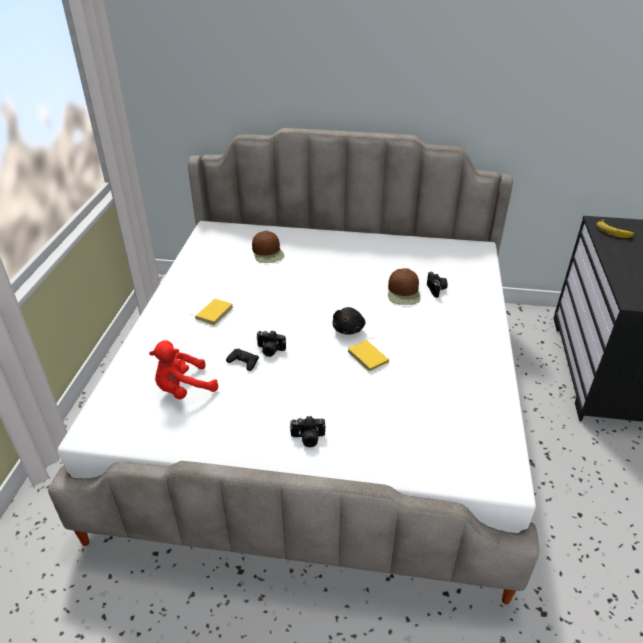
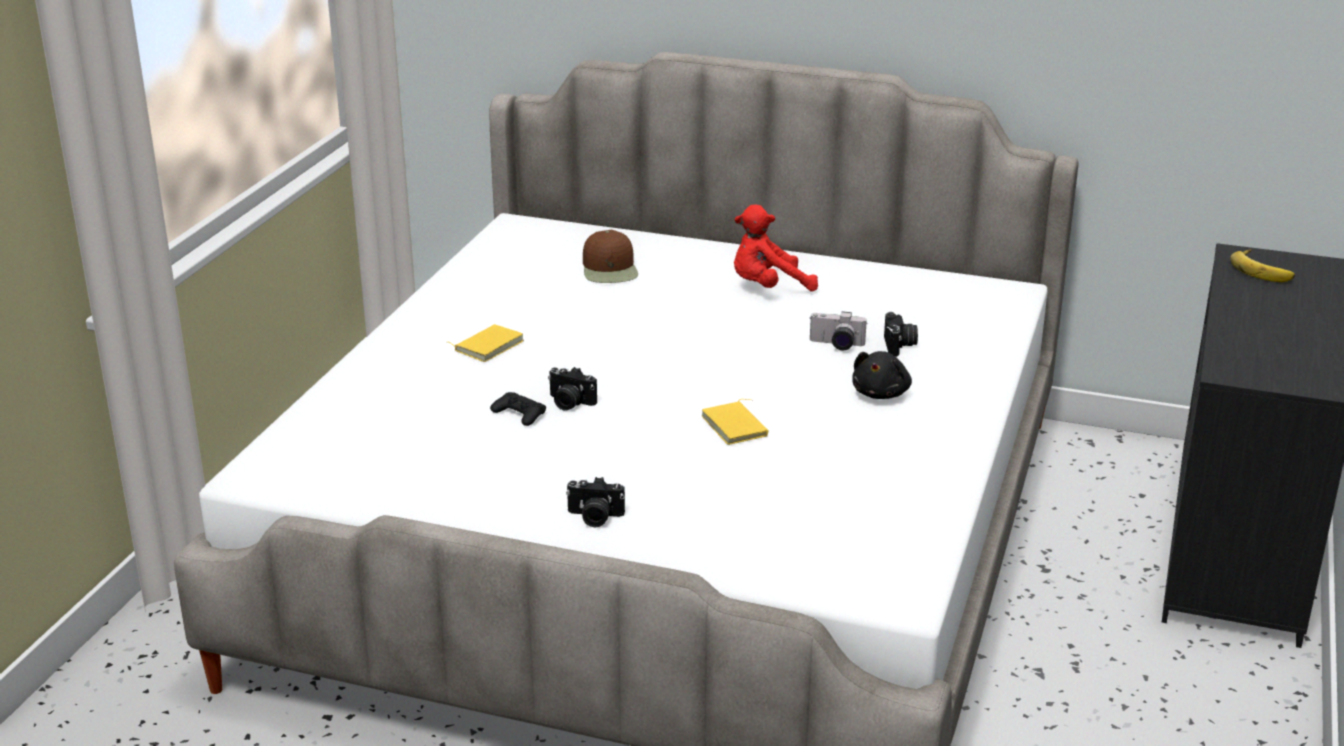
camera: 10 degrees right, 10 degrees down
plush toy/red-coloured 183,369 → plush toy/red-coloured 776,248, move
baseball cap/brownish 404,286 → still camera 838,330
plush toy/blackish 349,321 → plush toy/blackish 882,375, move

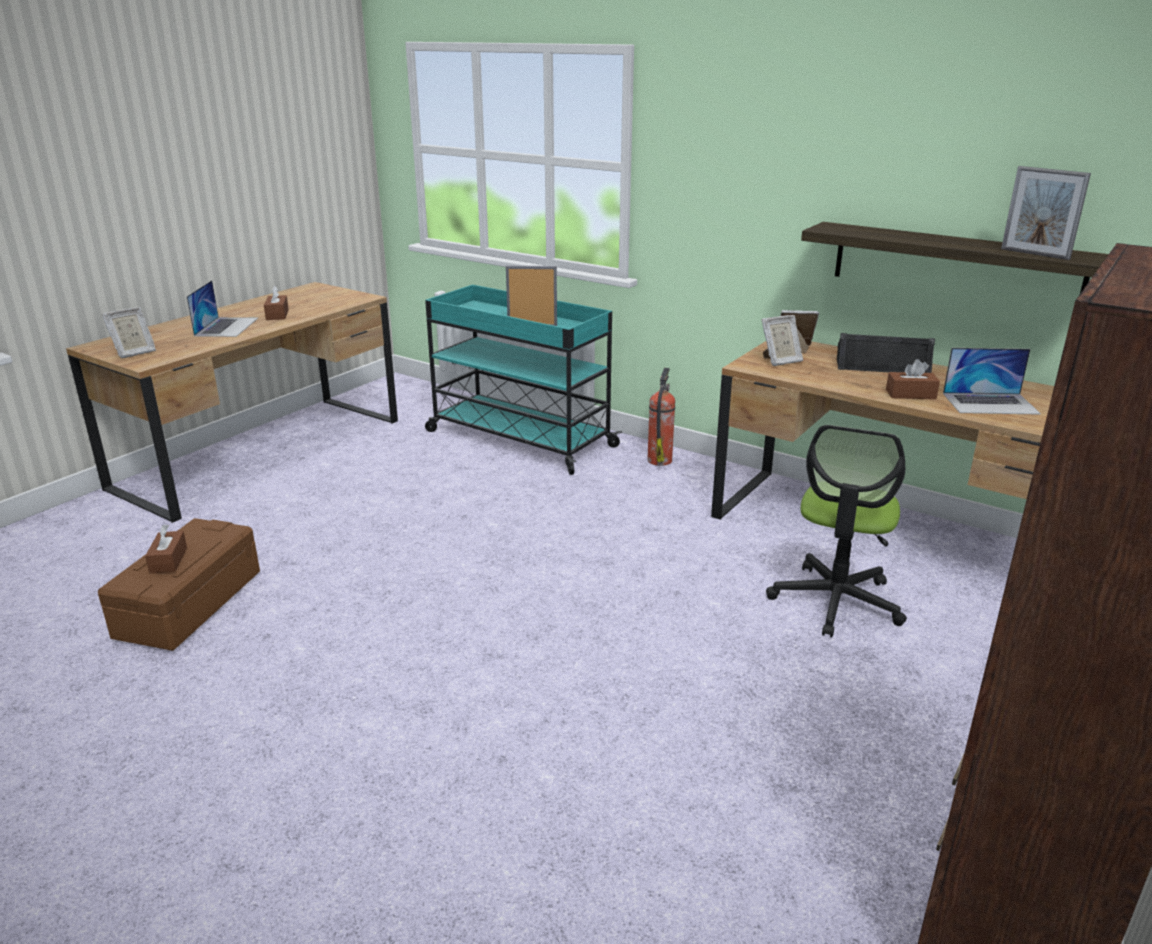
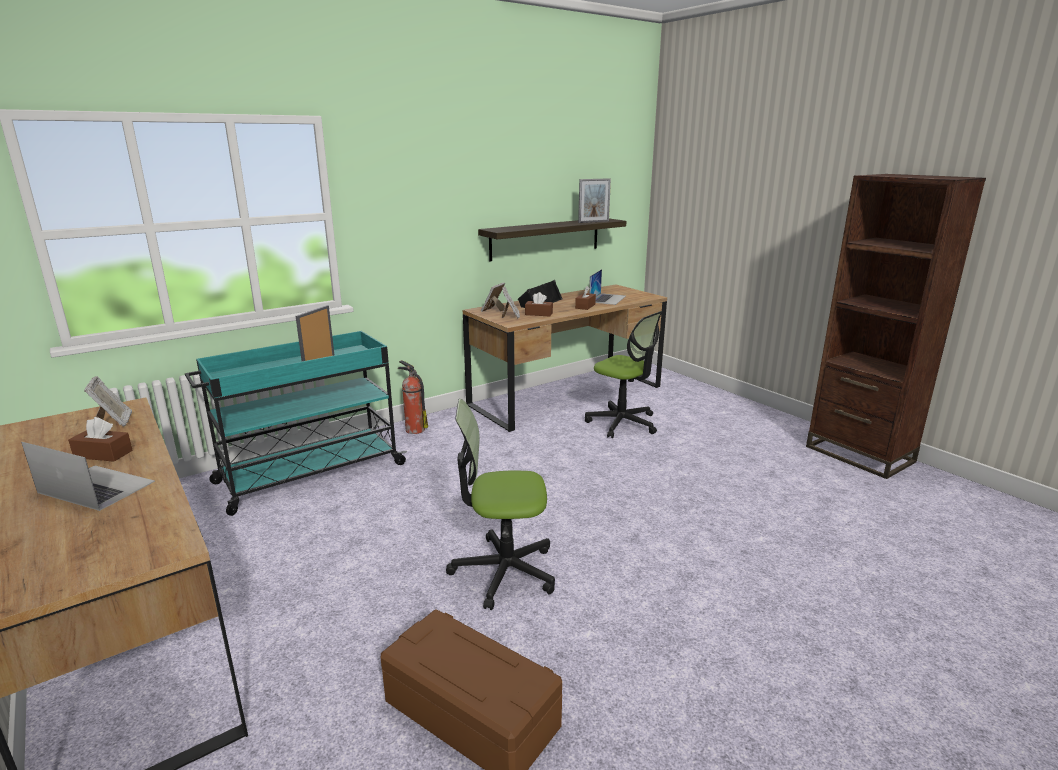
camera: 70 degrees left, 5 degrees down
picture frame 129,332 → picture frame 108,401, move
- → office chair 500,504
tissue holder/brownish 166,548 → tissue holder/brownish 539,304, move

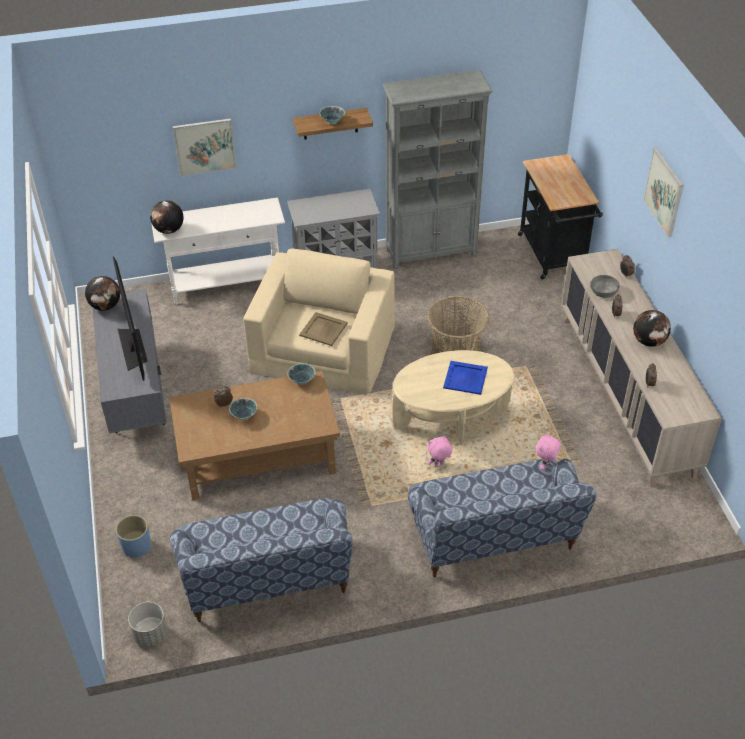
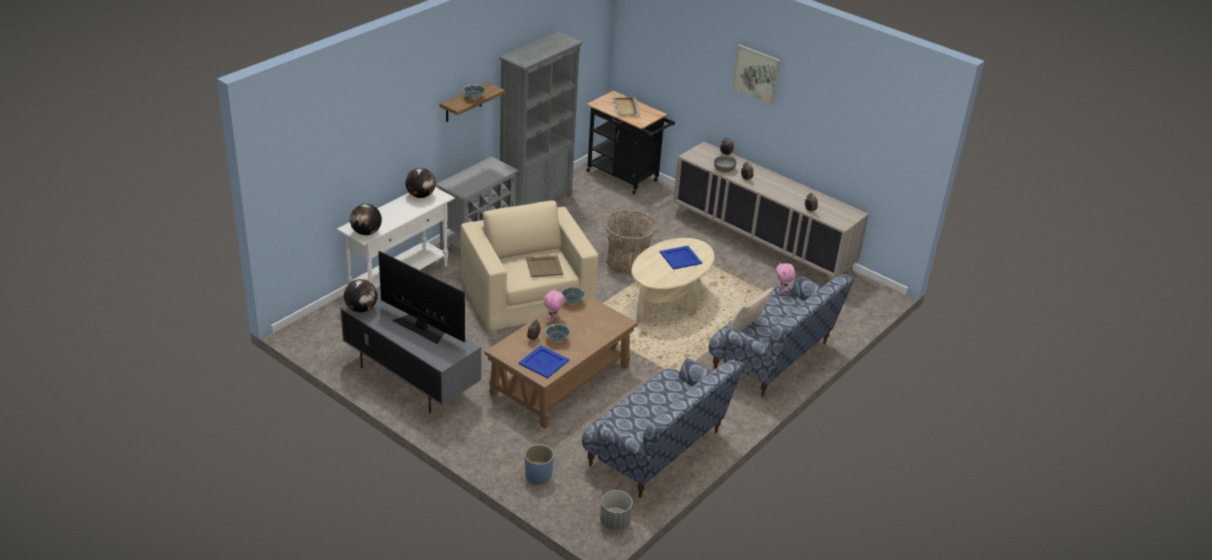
camera: 40 degrees left, 10 degrees down
world globe 652,328 → world globe 420,183, move
- → tray/blue-coloured 544,362
plush toy/pink 440,451 → plush toy/pink 554,304, move
- → tray/beige-coloured 626,106
- → pillow/beige-coloured 751,309
wall picture 205,147 → -

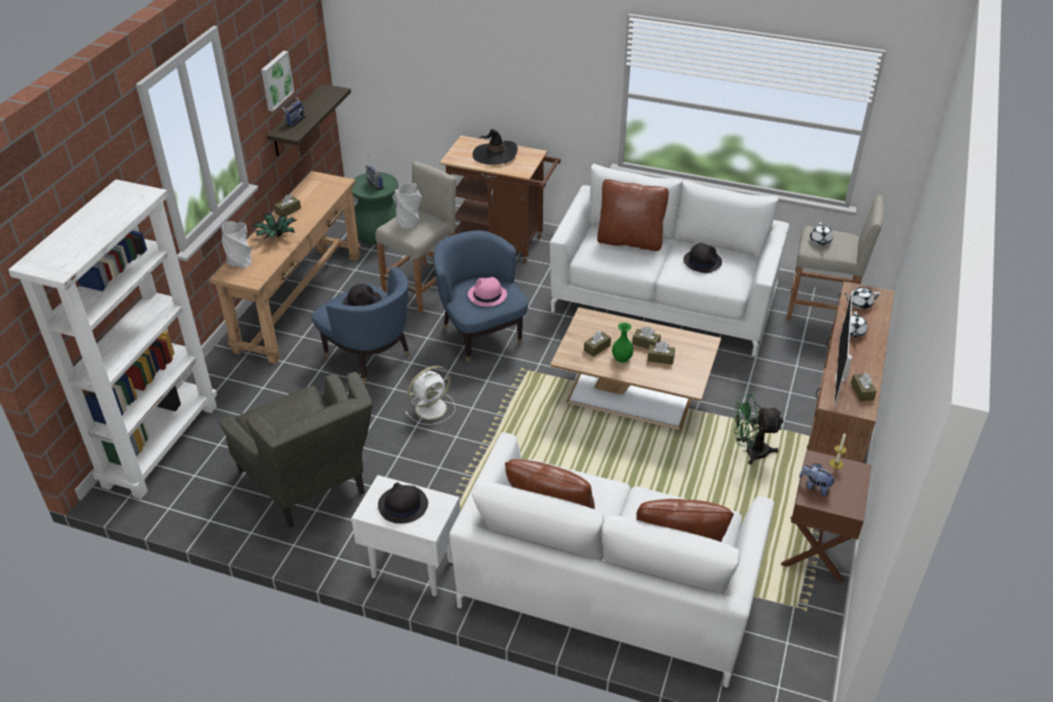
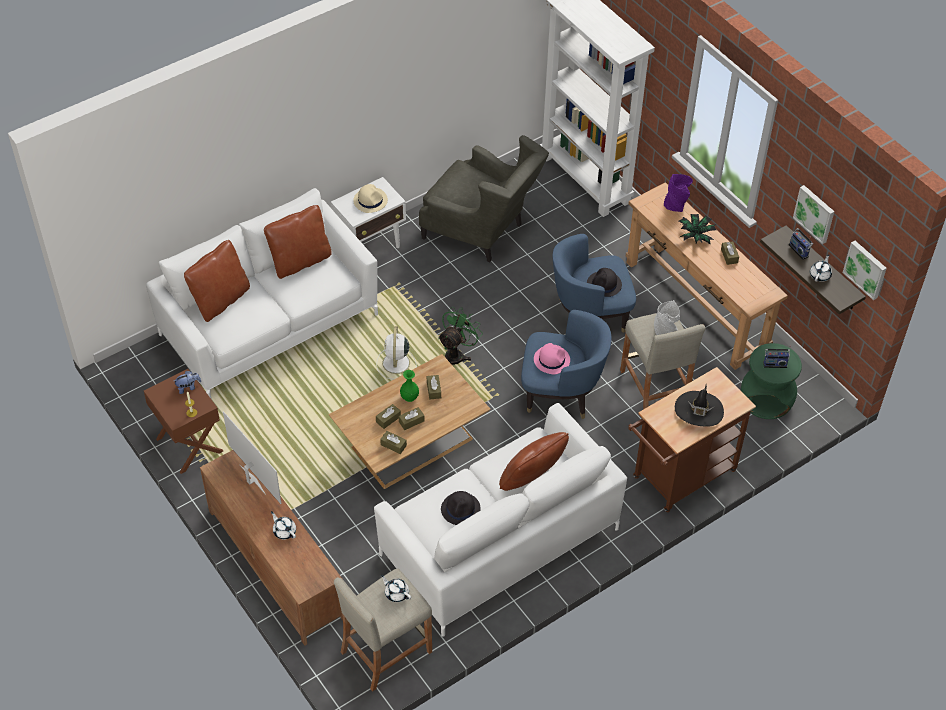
camera: 125 degrees right, 10 degrees up
wearable hat/blackish 403,503 → wearable hat/beige-coloured 370,198
electric fan/whitish 430,395 → electric fan/whitish 397,352, move
tissue holder/brownish 864,386 → tissue holder/brownish 393,442, move
easy chair/grey 296,450 → easy chair/grey 484,198, 150 degrees counterclockwise
electric fan/green-coloured 758,429 → electric fan/green-coloured 460,336, move
decorative vase/grey 236,245 → decorative vase/purple 678,193
pot for tea/whitish 862,298 → pot for tea/whitish 821,268, move
- → wall picture 865,270

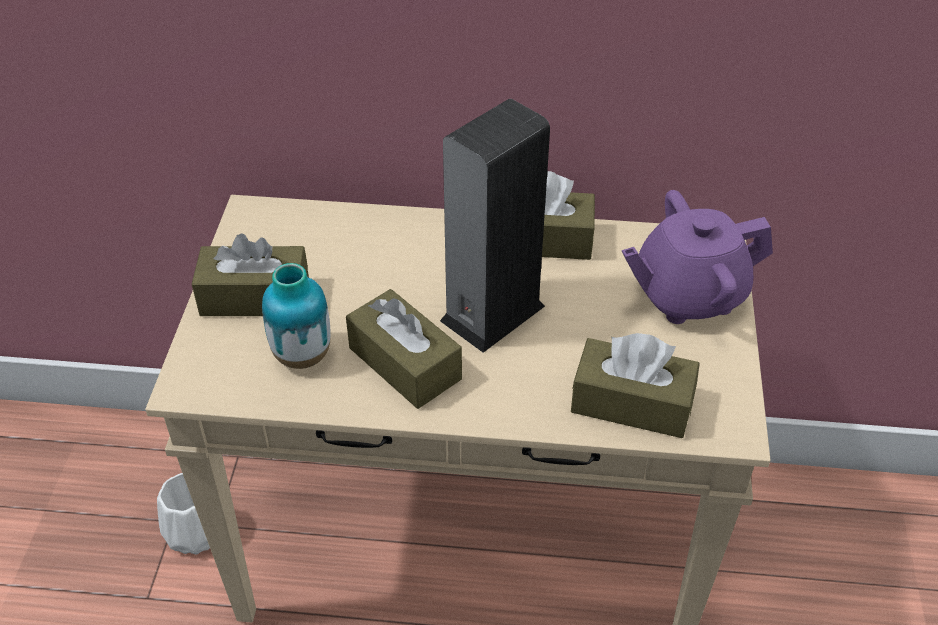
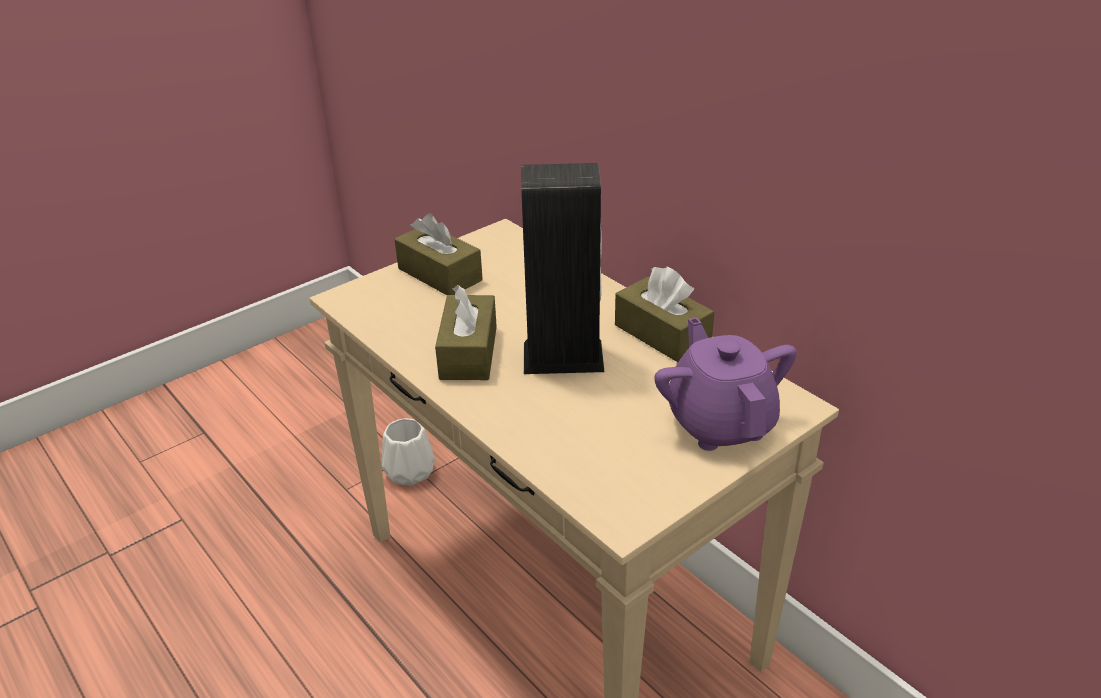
camera: 45 degrees right, 10 degrees down
pot for tea/purple 697,257 → pot for tea/purple 725,384, 45 degrees clockwise
decorative vase 296,316 → -
tissue holder/brownish 635,385 → -

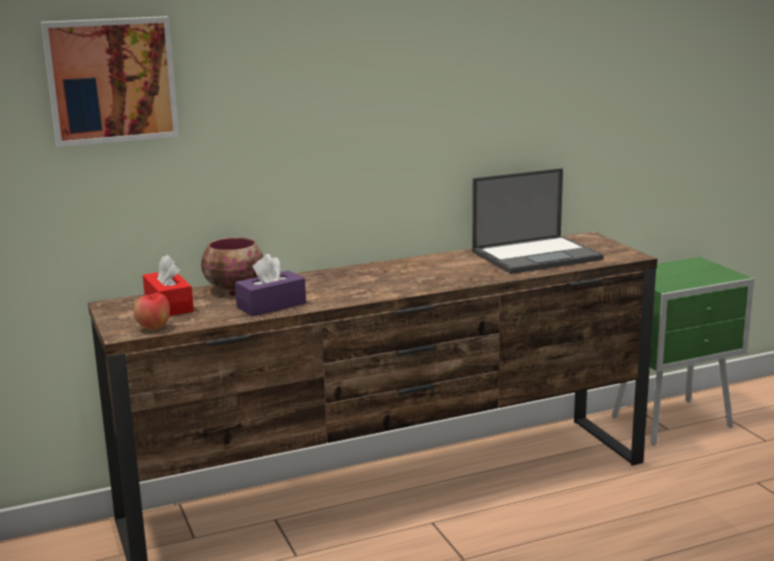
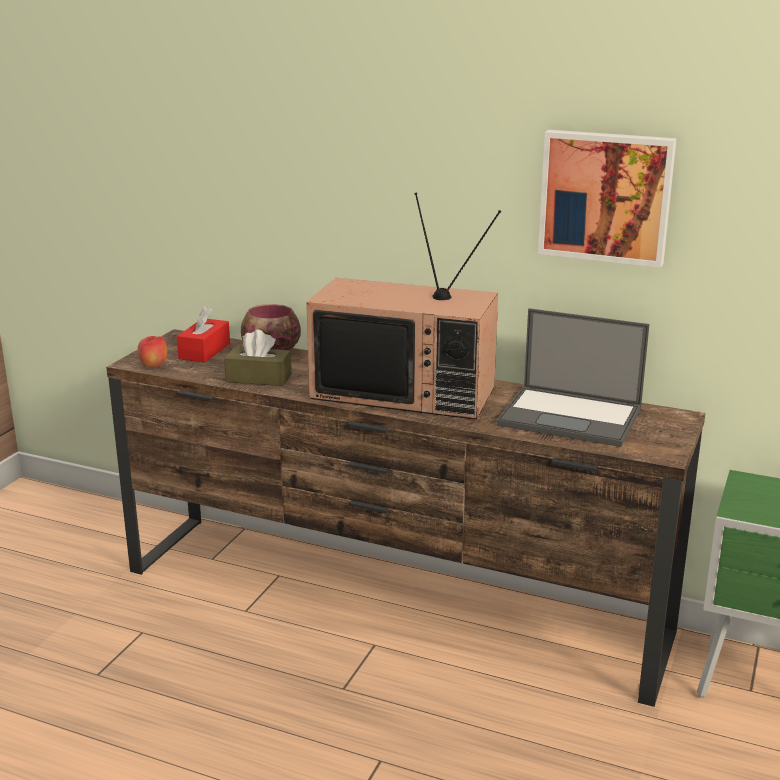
camera: 45 degrees right, 5 degrees up
tissue holder/purple 270,285 → tissue holder/brownish 258,357
- → TV 403,306
wall picture 110,81 → wall picture 607,199, move

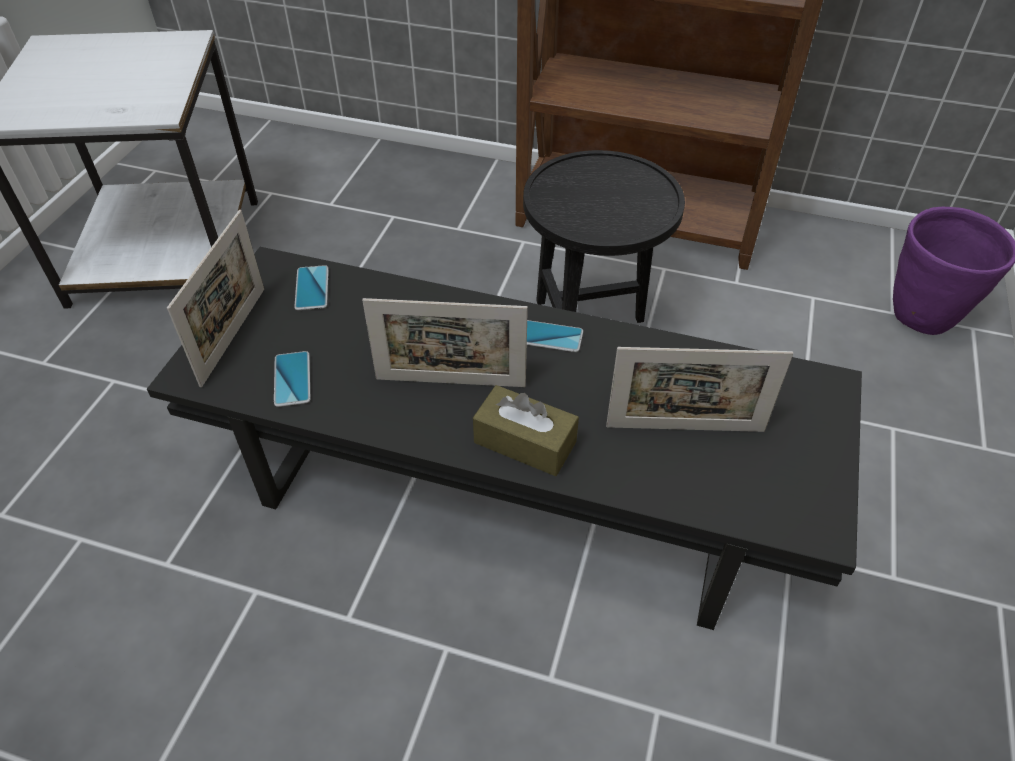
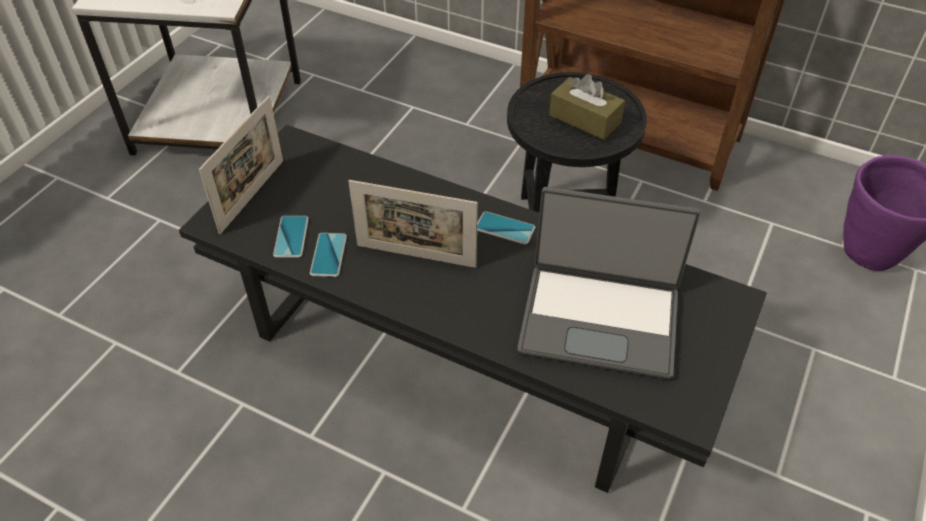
camera: 10 degrees right, 0 degrees up
handset 311,287 → handset 328,255, move
picture frame 700,389 → notebook computer 608,283
tissue holder/brownish 526,430 → tissue holder/brownish 587,107, move

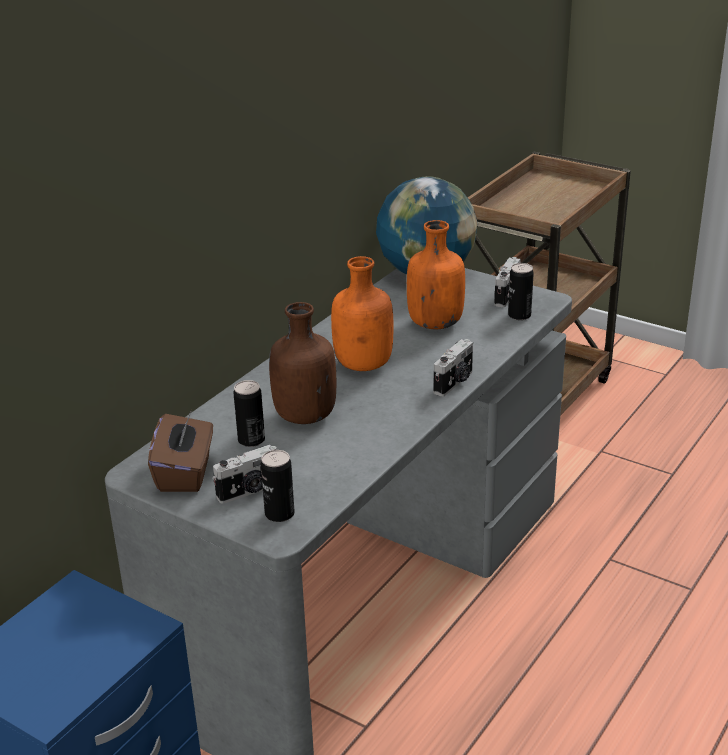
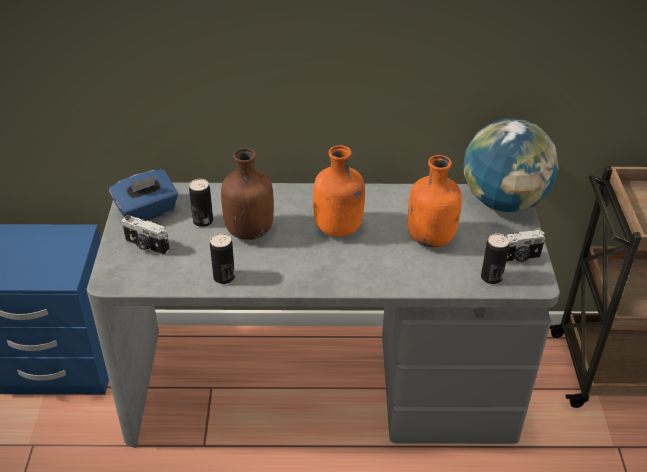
camera: 55 degrees right, 10 degrees up
tissue holder/brownish 180,451 → tissue holder/blue-coloured 143,195
can 278,486 → can 222,258, move
still camera 453,368 → -

